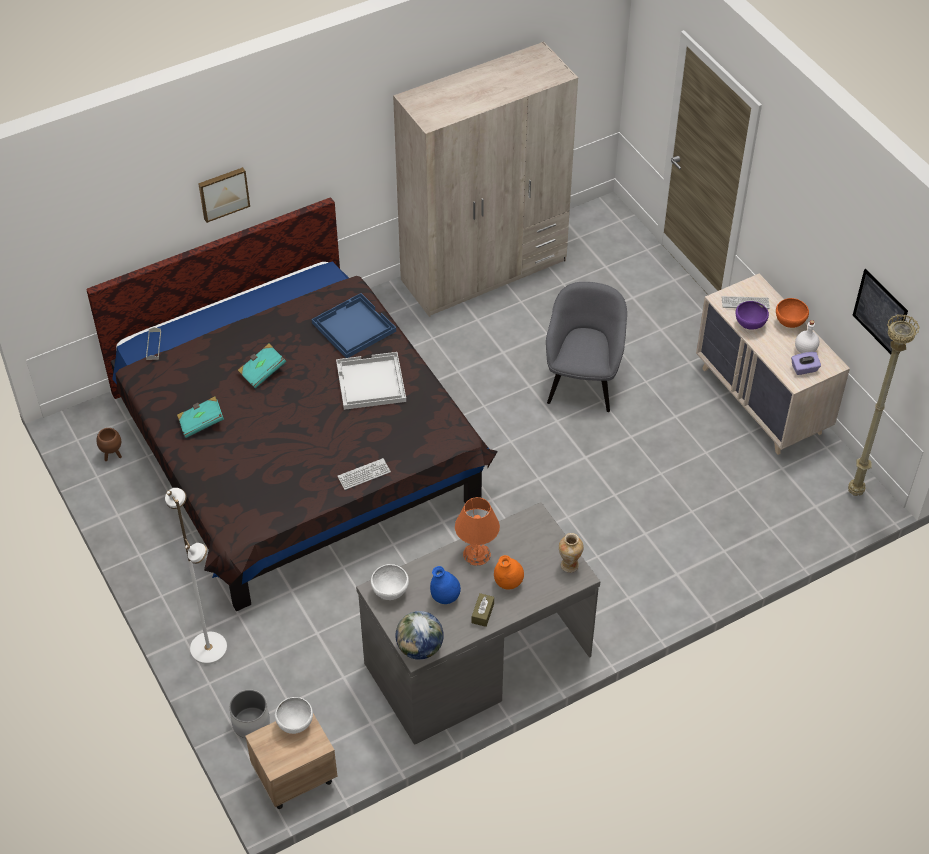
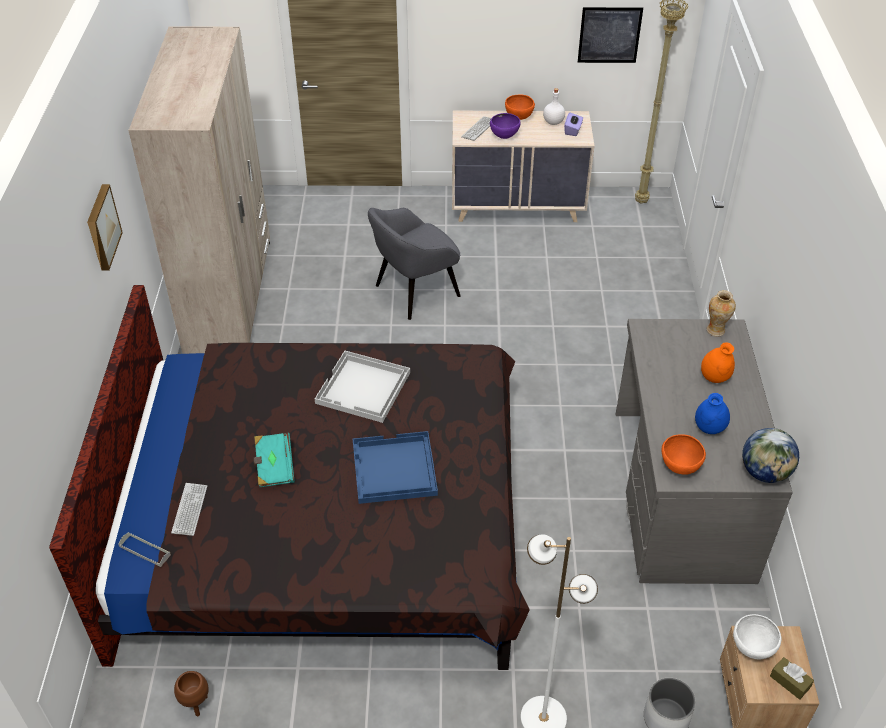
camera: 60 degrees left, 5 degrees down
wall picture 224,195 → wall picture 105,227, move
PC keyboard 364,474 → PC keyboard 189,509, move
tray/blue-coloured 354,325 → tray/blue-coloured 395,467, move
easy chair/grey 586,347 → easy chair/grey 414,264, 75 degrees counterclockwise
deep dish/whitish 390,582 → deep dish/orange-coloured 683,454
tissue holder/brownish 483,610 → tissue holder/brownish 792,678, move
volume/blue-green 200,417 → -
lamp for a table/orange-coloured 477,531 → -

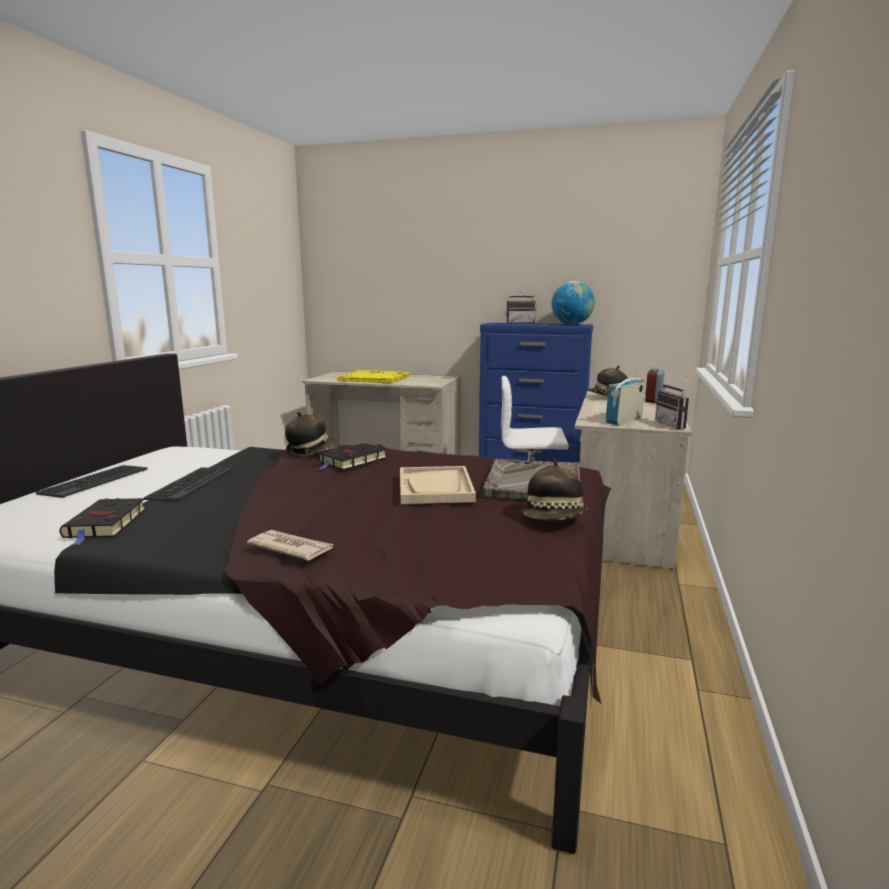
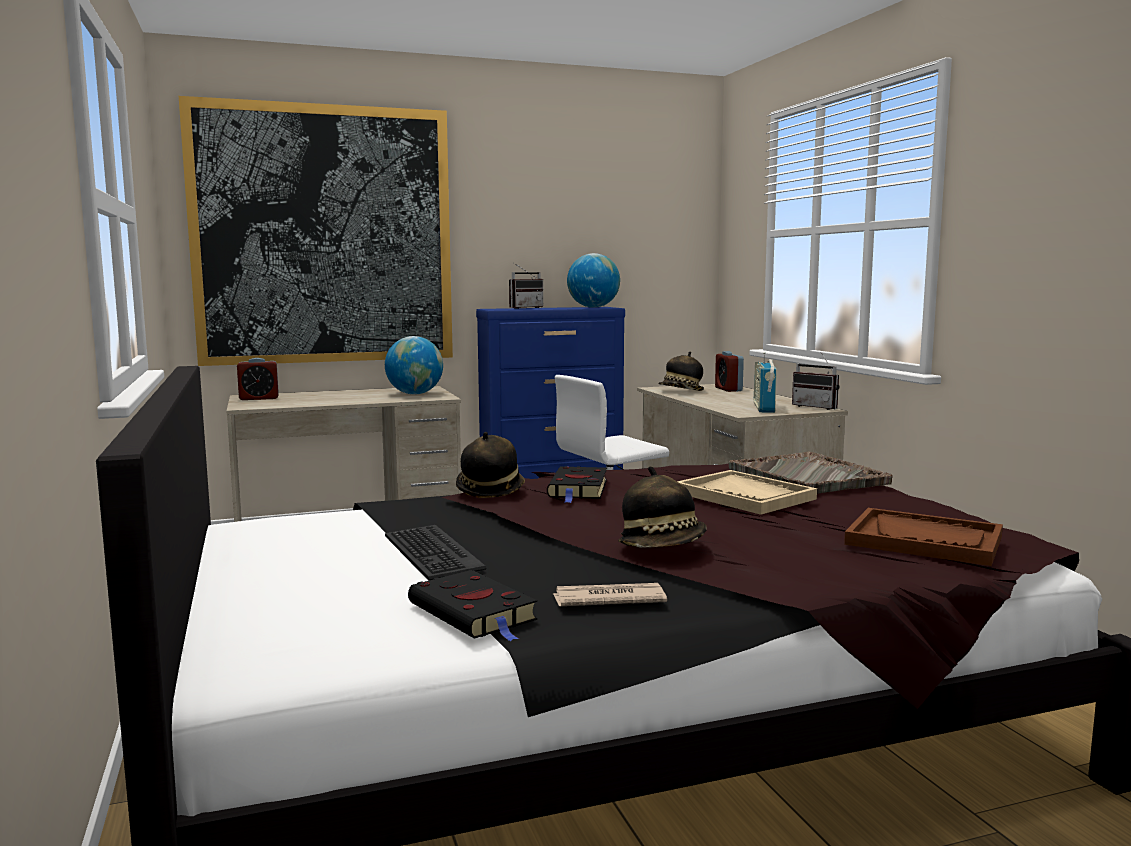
camera: 35 degrees left, 5 degrees down
- → wall picture 316,231
- → table clock 258,379
- → world globe 414,365
printed paper 291,545 → printed paper 610,594, move
wearable hat 555,489 → wearable hat 662,507, move
- → tray/brownish 923,537
PC keyboard 92,481 → -
tray/yellow 373,376 → -

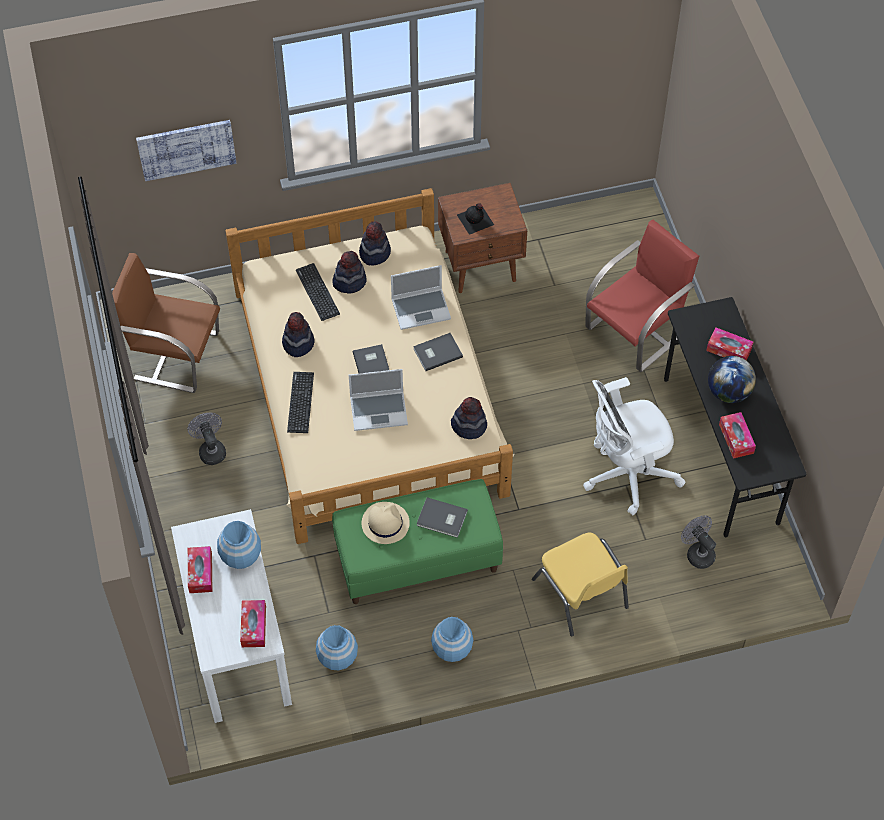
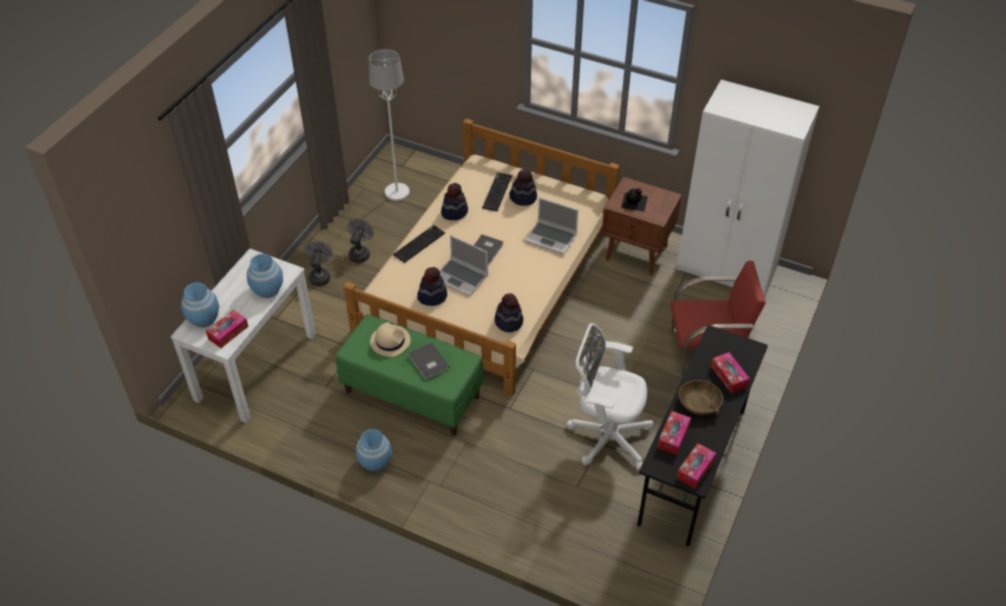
camera: 40 degrees right, 10 degrees down
decorative vase/blue-coloured 337,647 → decorative vase/blue-coloured 200,305, move
electric fan/grey 698,542 → electric fan/grey 318,263, move
chair/brownish 166,323 → standard lamp/whitish 389,125
wearable hat 375,243 → wearable hat 432,286, move
tissue holder 200,569 → tissue holder 696,465, move
- → armoire/whitish 748,188
world globe 732,379 → deep dish/brownish 701,397
wall picture 186,150 → -
volume/grey 438,352 → -
chair/yellow 580,584 → -

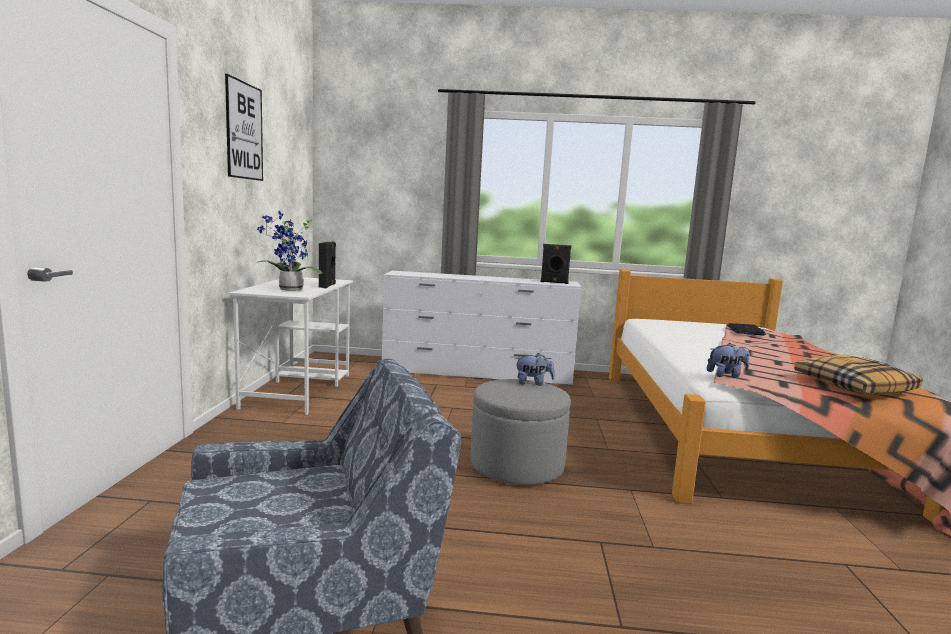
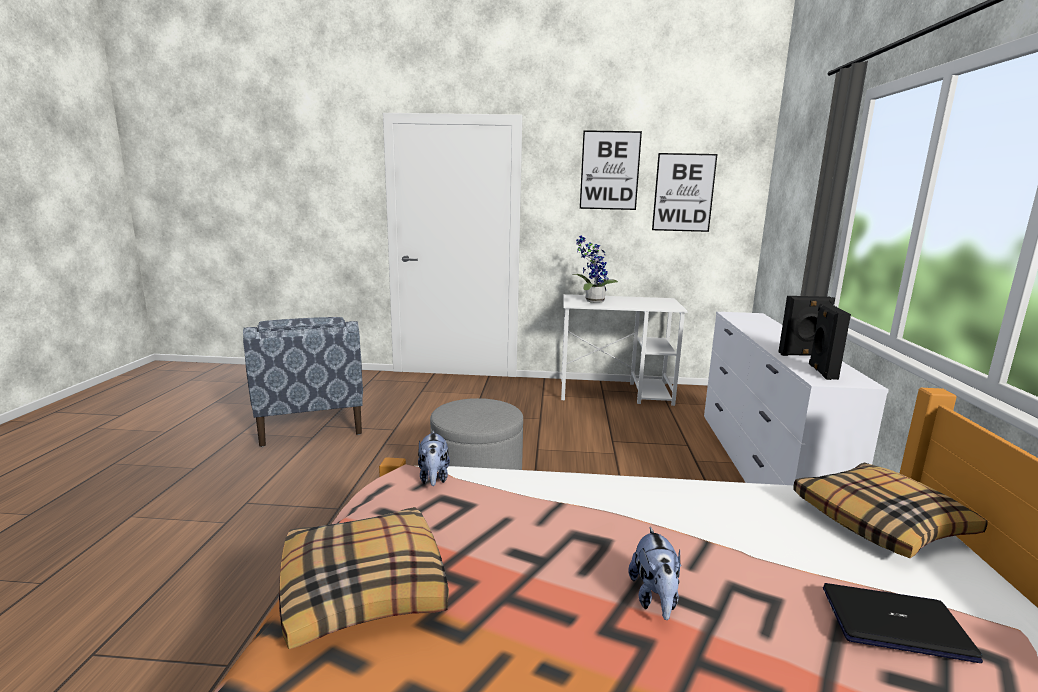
camera: 90 degrees right, 5 degrees up
plush toy 535,369 → plush toy 654,573, move
- → wall picture 684,192
speaker/blackish 327,265 → speaker/blackish 806,326, move
- → pillow 890,510

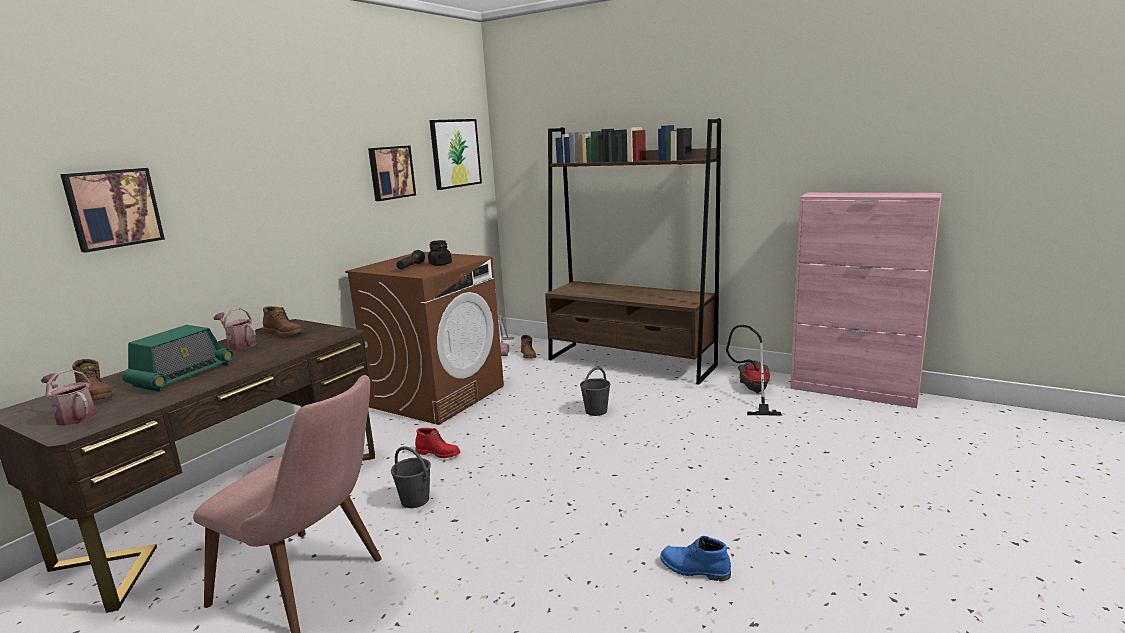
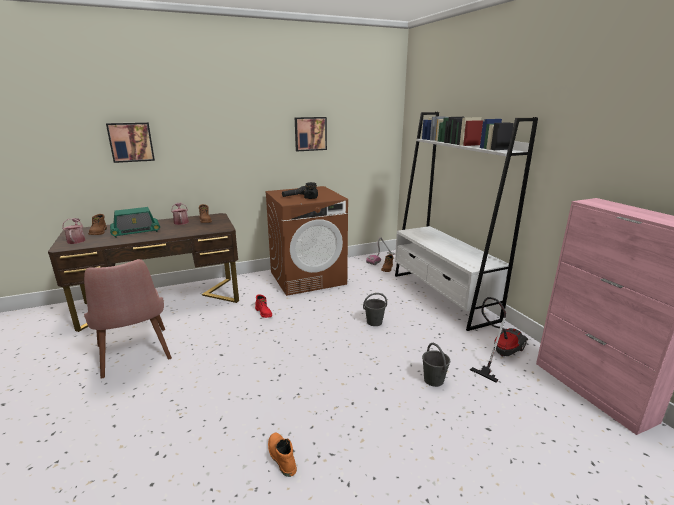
camera: 35 degrees right, 5 degrees up
tall boot/blue-coloured 695,558 → tall boot/orange-coloured 282,455
bookshelf/brownish 633,251 → bookshelf/whitish 466,221
water bucket/grey 411,477 → water bucket/grey 436,365, move
wall picture 455,154 → -

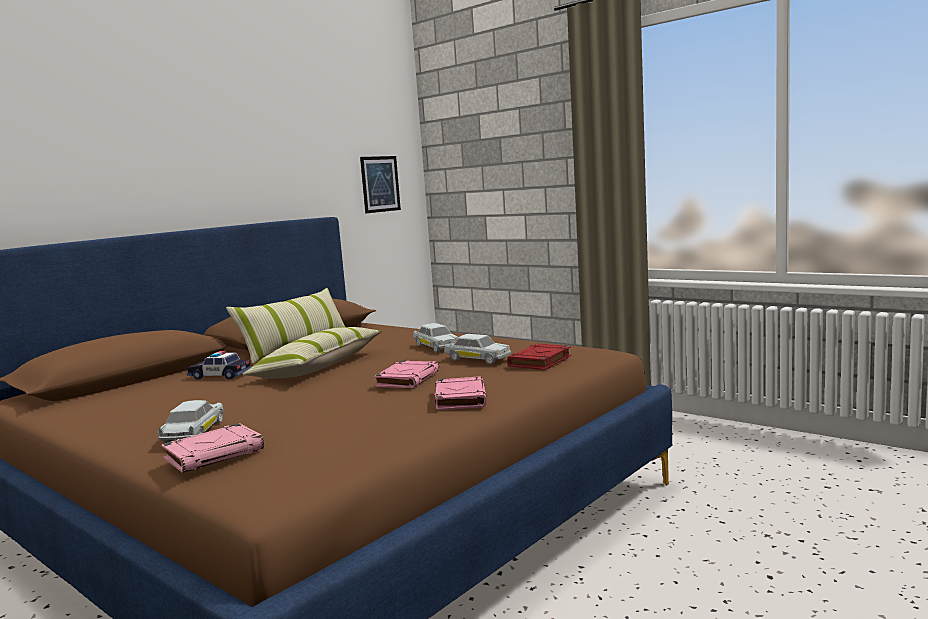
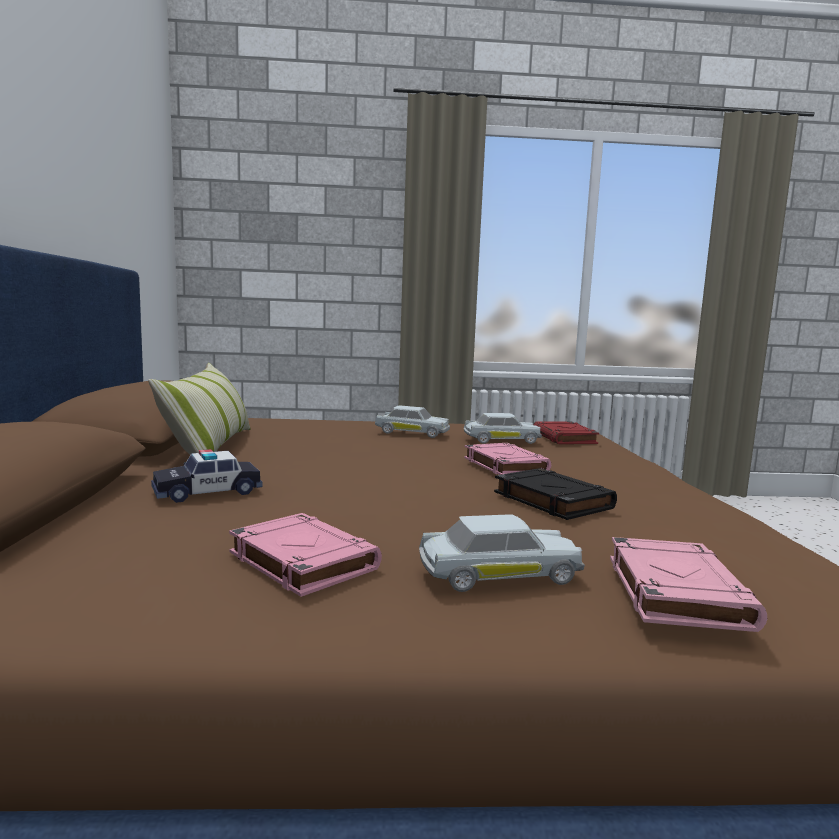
camera: 45 degrees left, 0 degrees up
volume/pink 461,393 → volume/pink 305,555, move
toy car/whitish 191,421 → toy car/whitish 502,553, 120 degrees clockwise
- → volume/blackish 555,494
pillow 312,353 → -
wall picture 380,184 → -

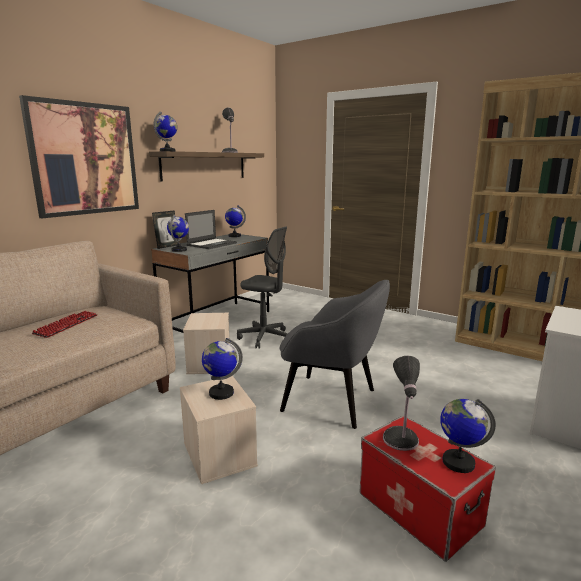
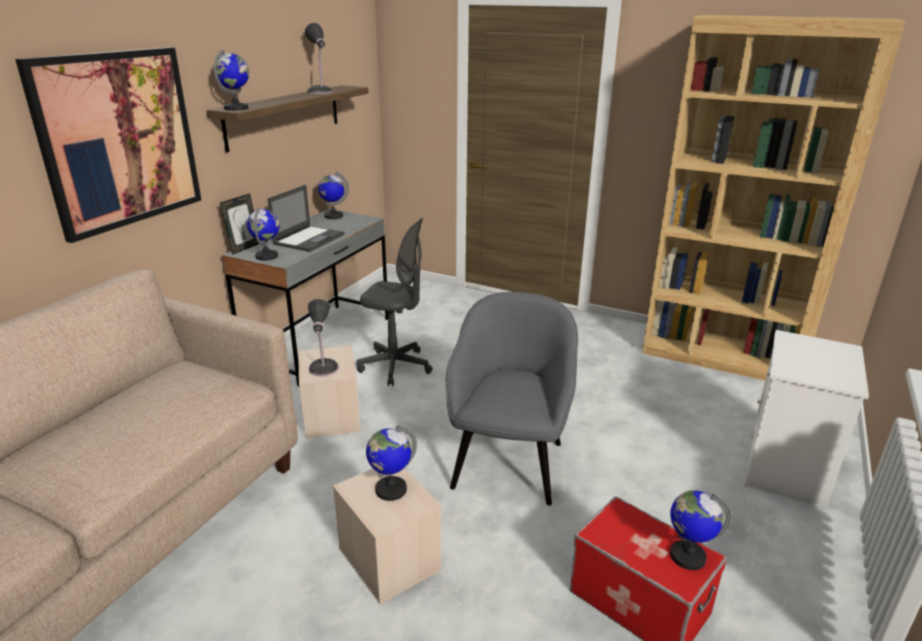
camera: 10 degrees left, 10 degrees up
lamp for a table 401,403 → lamp for a table 323,337, move
easy chair/grey 335,354 → easy chair/grey 512,398, 90 degrees counterclockwise
PC keyboard 64,324 → -

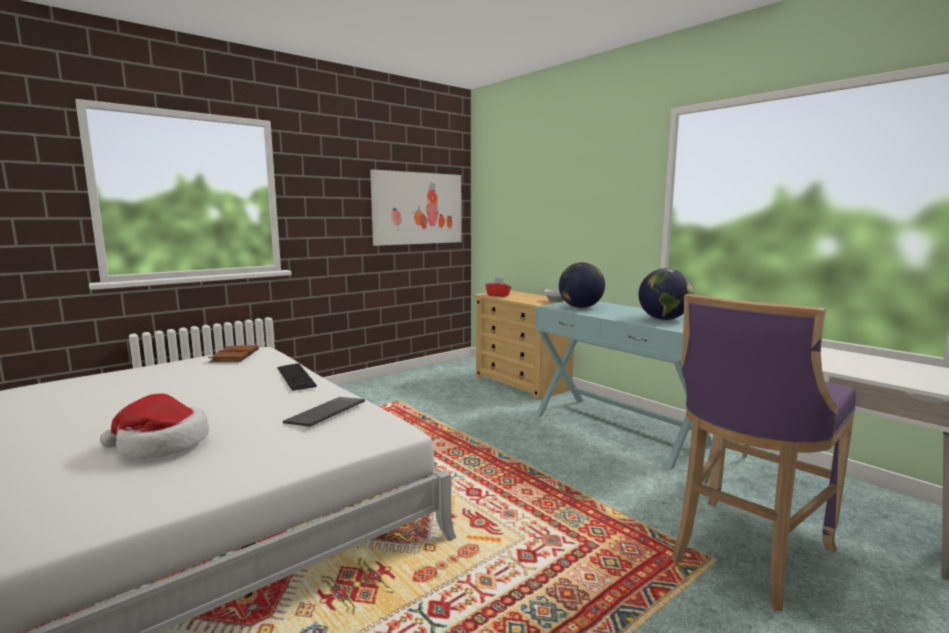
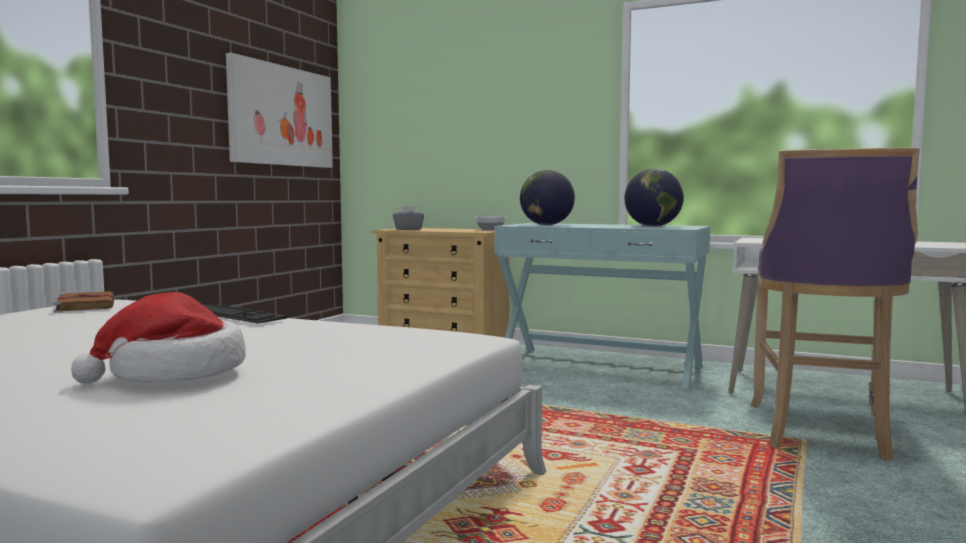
camera: 25 degrees left, 5 degrees down
tissue holder/red-coloured 498,287 → tissue holder/grey 408,218
PC keyboard 324,412 → -

